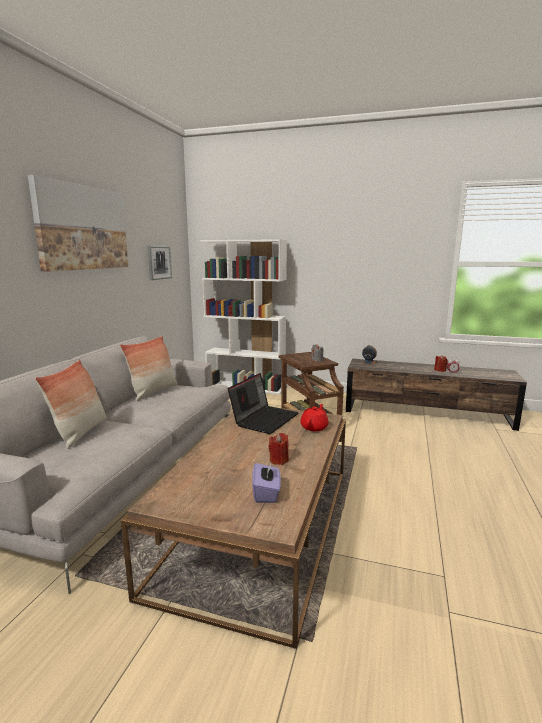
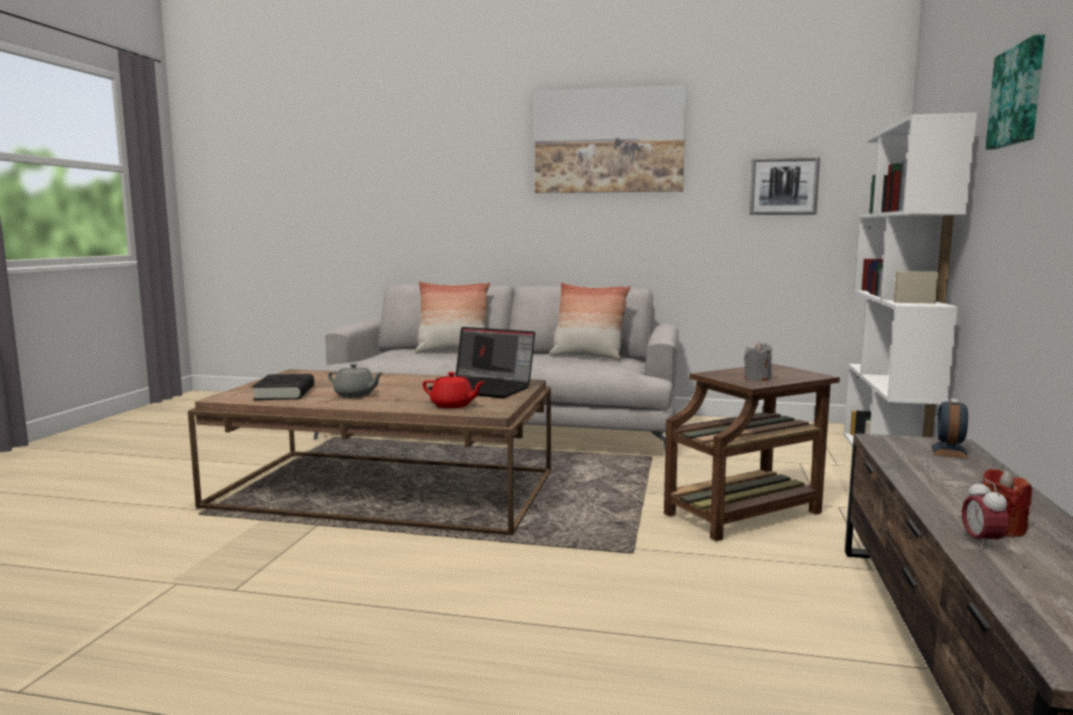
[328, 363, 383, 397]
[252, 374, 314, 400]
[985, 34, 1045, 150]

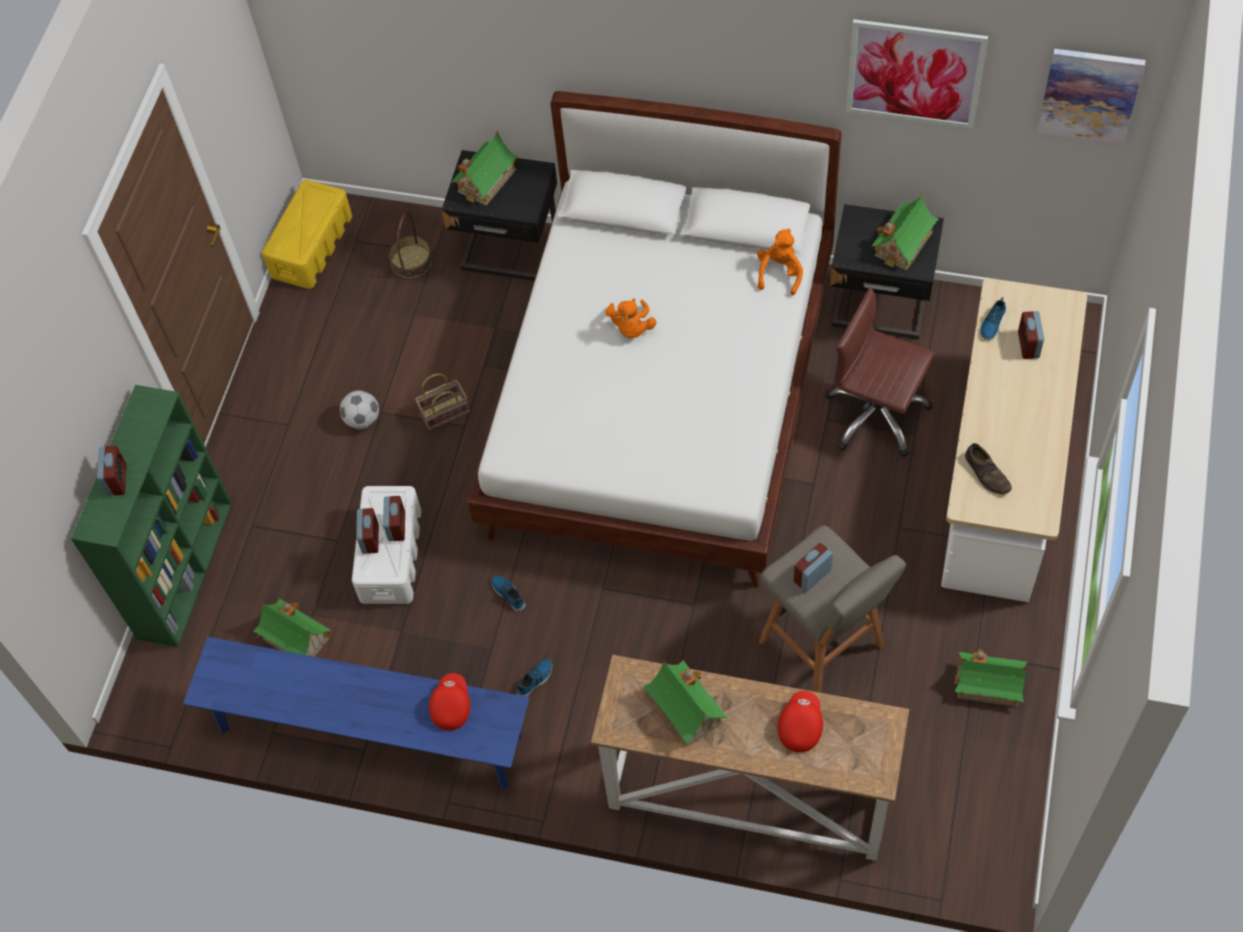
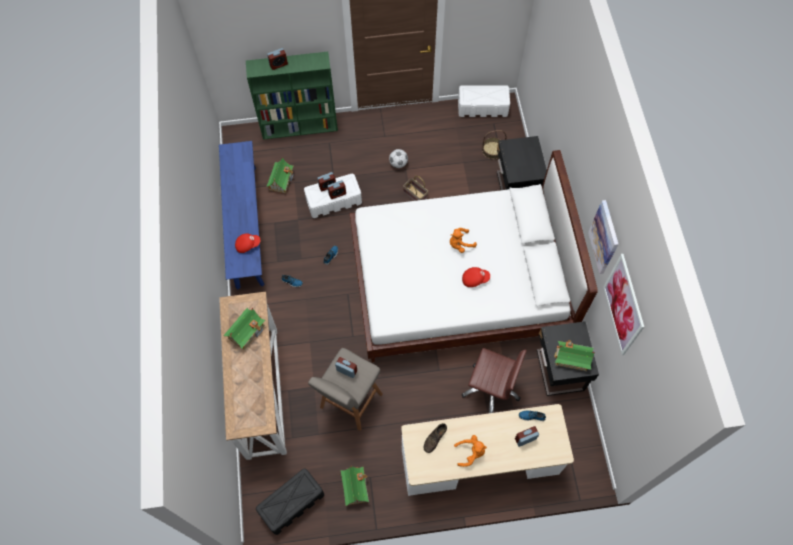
[588, 200, 619, 274]
[451, 131, 518, 206] (first image)
[458, 85, 510, 117]
[454, 435, 487, 467]
[462, 348, 527, 413]
[462, 267, 490, 287]
[256, 469, 324, 535]

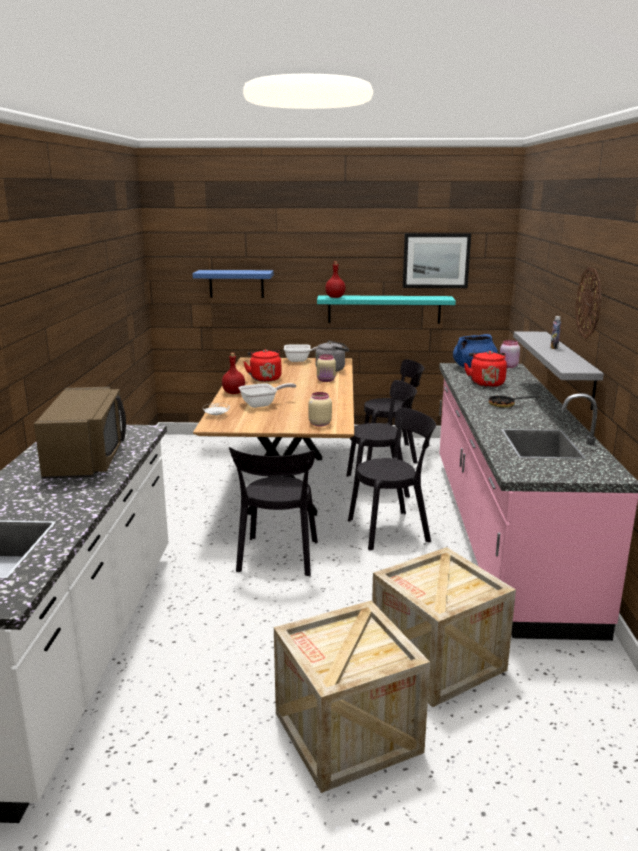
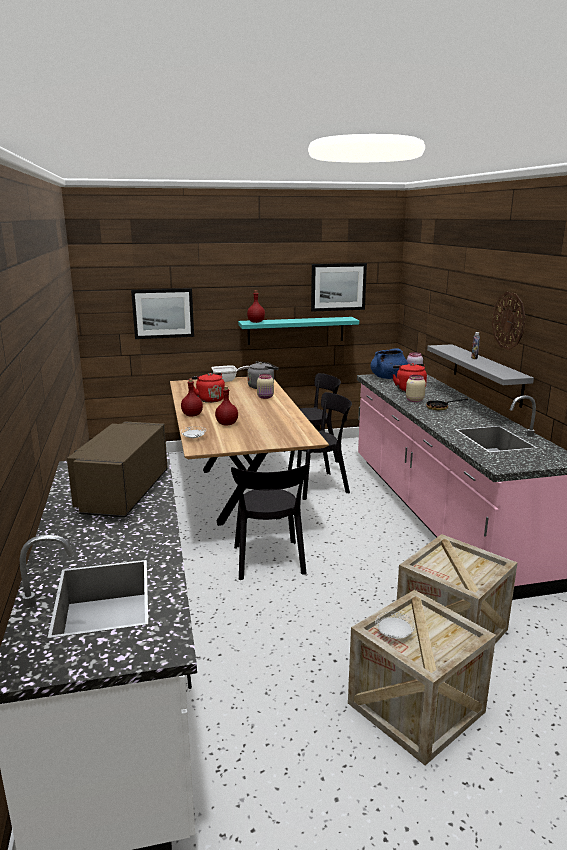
[131, 288, 194, 339]
[215, 386, 238, 426]
[67, 422, 168, 518]
[406, 375, 426, 402]
[348, 408, 436, 550] (first image)
[375, 612, 415, 639]

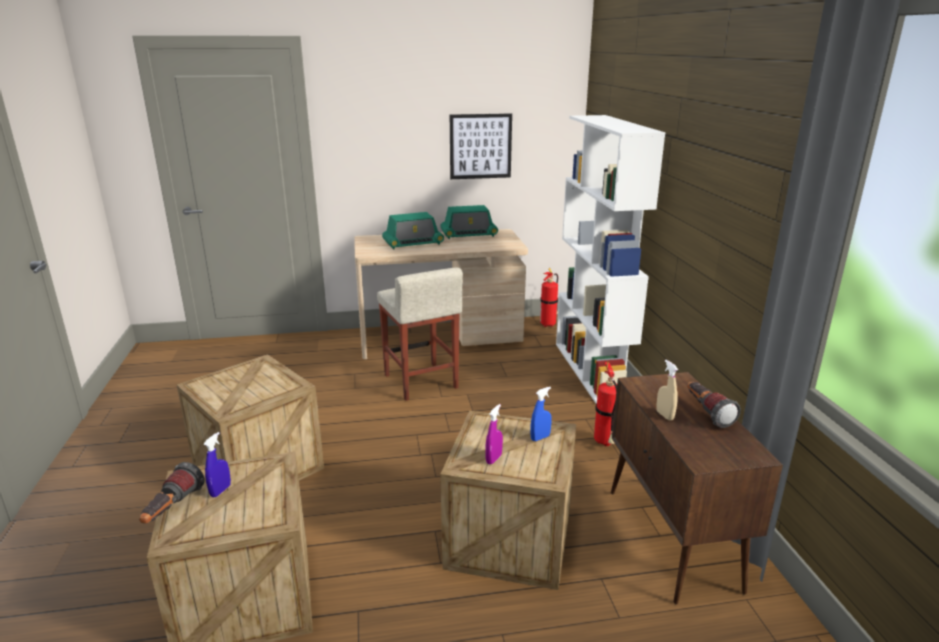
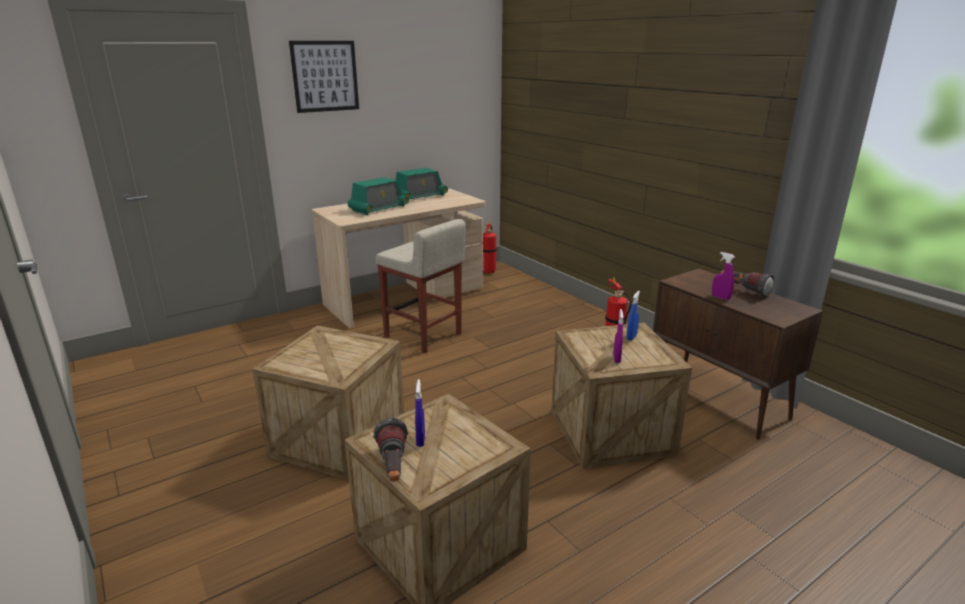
[289, 41, 359, 113]
[556, 115, 665, 404] (first image)
[712, 252, 734, 300]

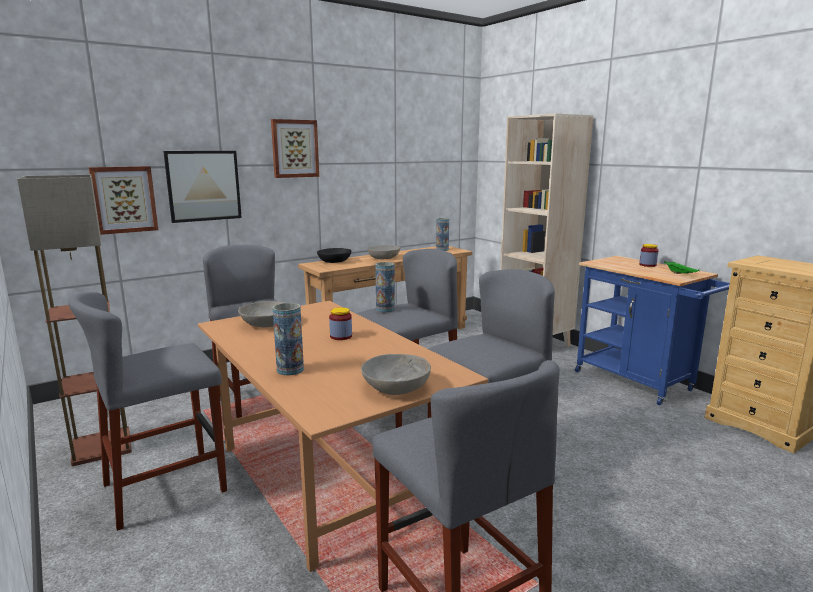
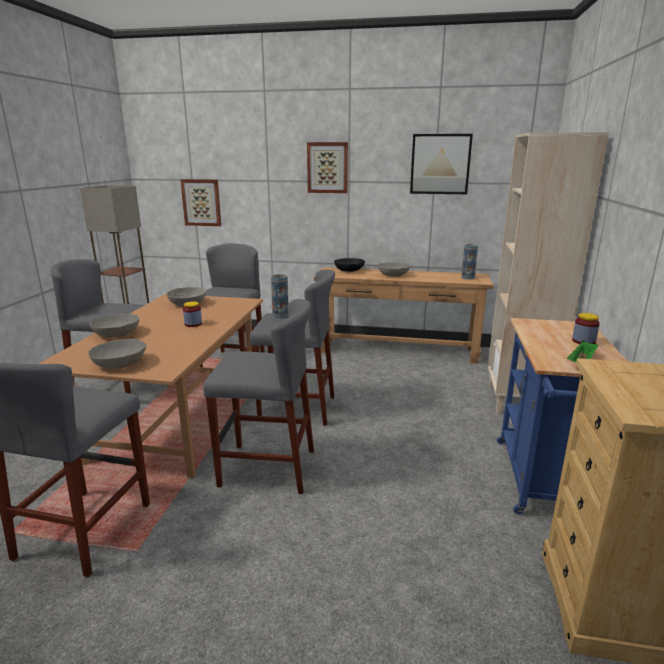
[410, 134, 473, 194]
[90, 314, 139, 337]

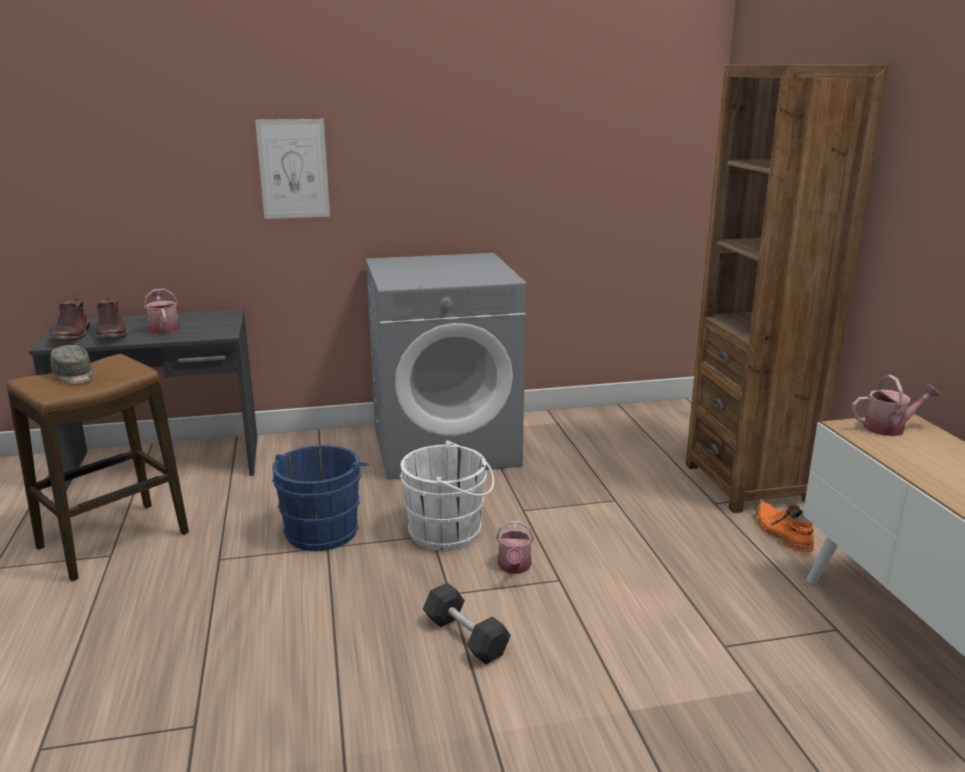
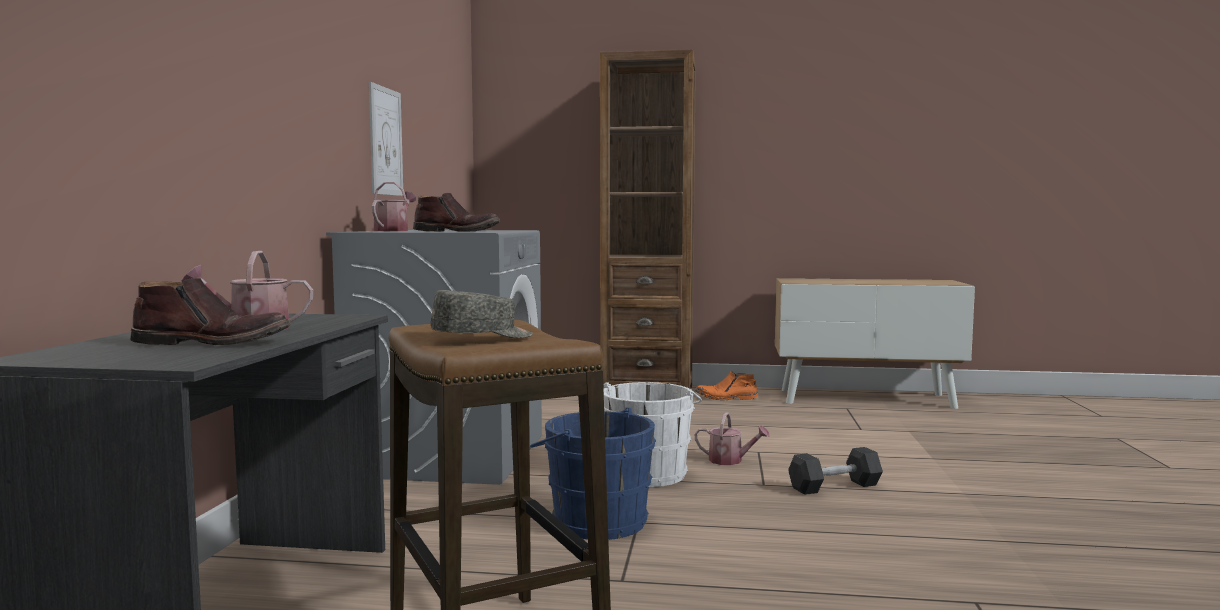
[369, 82, 403, 196]
[413, 193, 500, 232]
[372, 182, 416, 231]

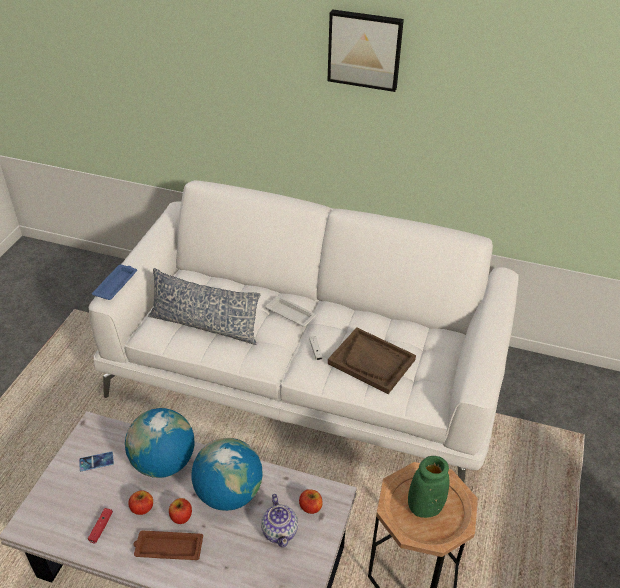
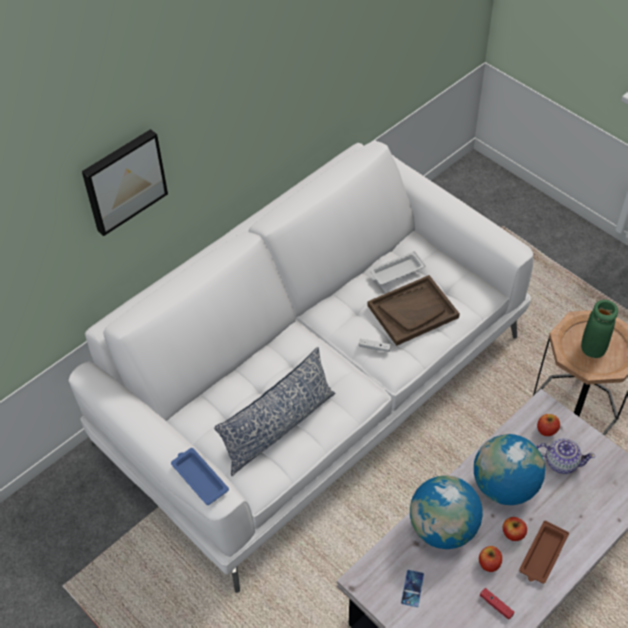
[82, 129, 168, 236]
[370, 251, 426, 285]

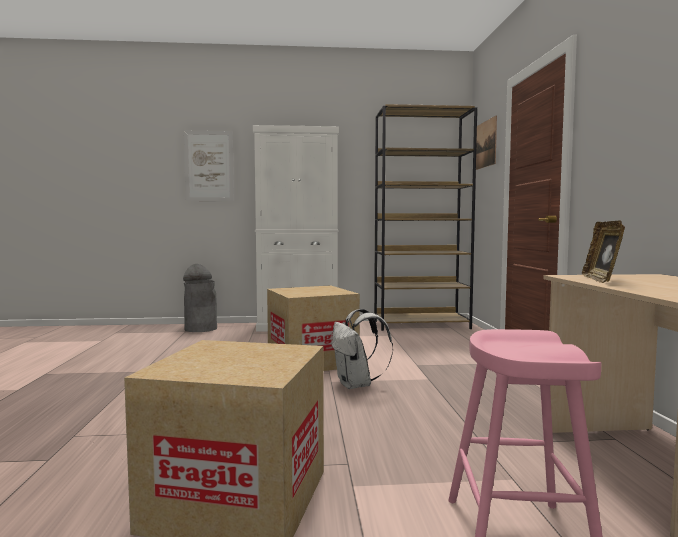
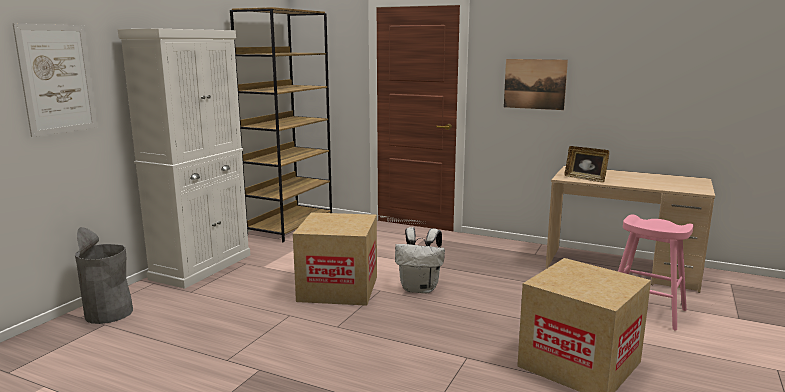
[504, 59, 568, 110]

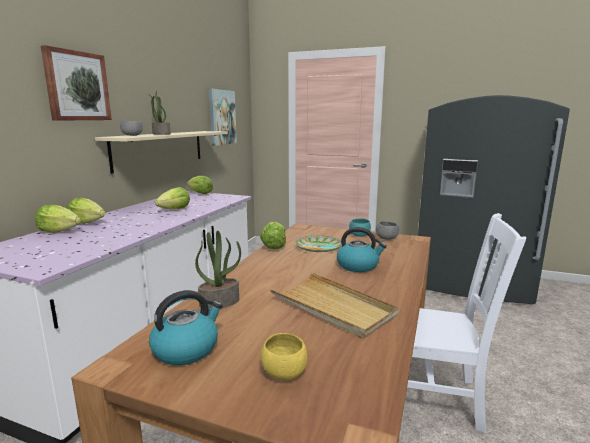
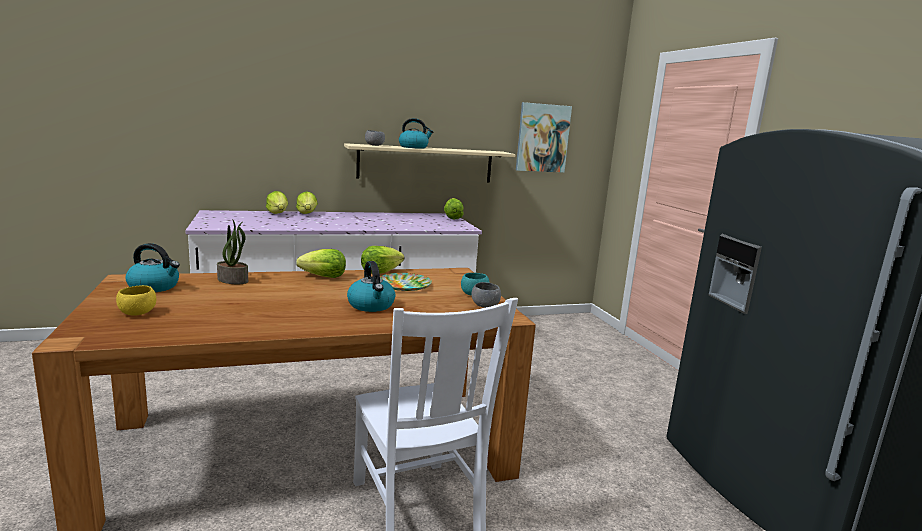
[41, 45, 112, 121] (first image)
[399, 118, 433, 149]
[296, 249, 346, 278]
[270, 272, 399, 338] (first image)

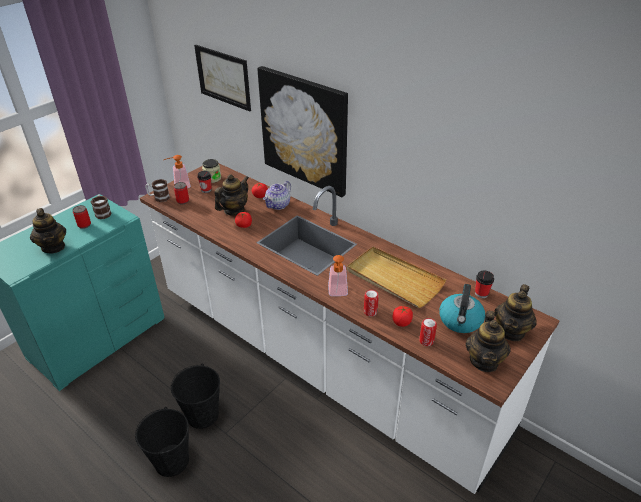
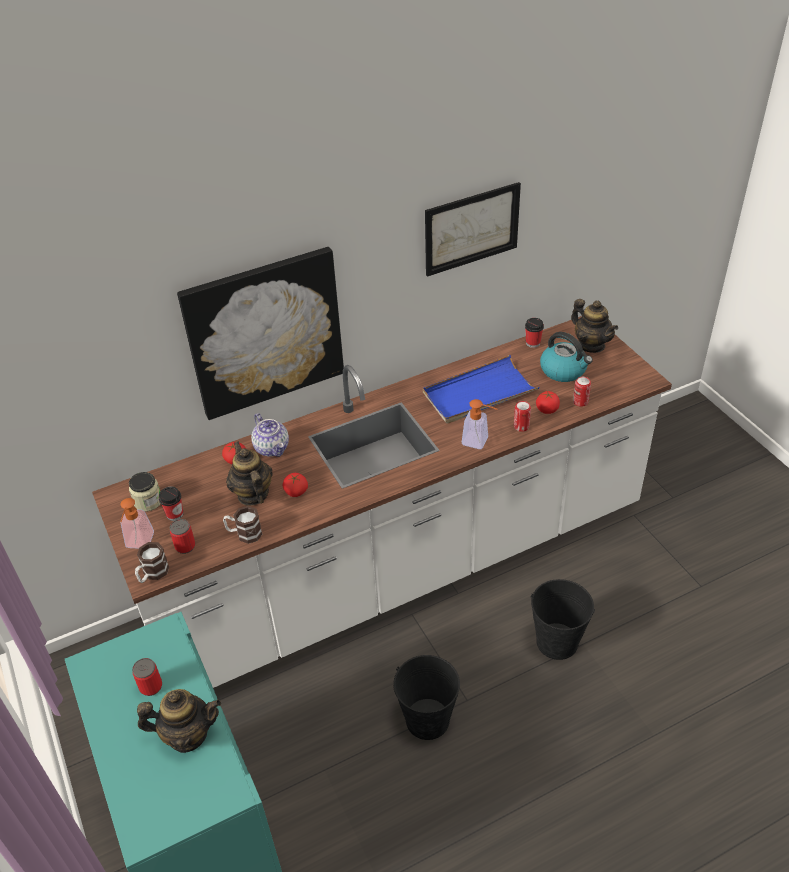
[425, 182, 521, 277]
[223, 506, 262, 544]
[423, 355, 540, 424]
[465, 311, 511, 372] (first image)
[531, 579, 595, 660]

